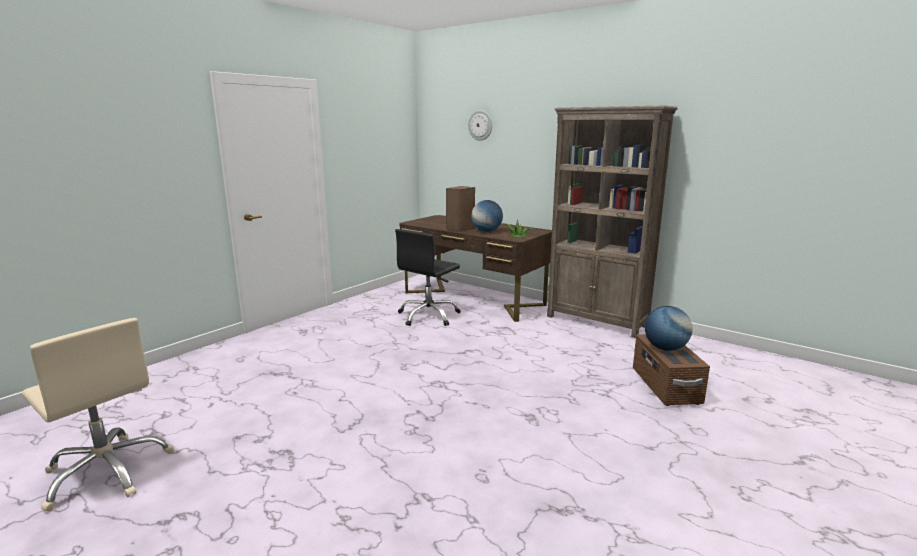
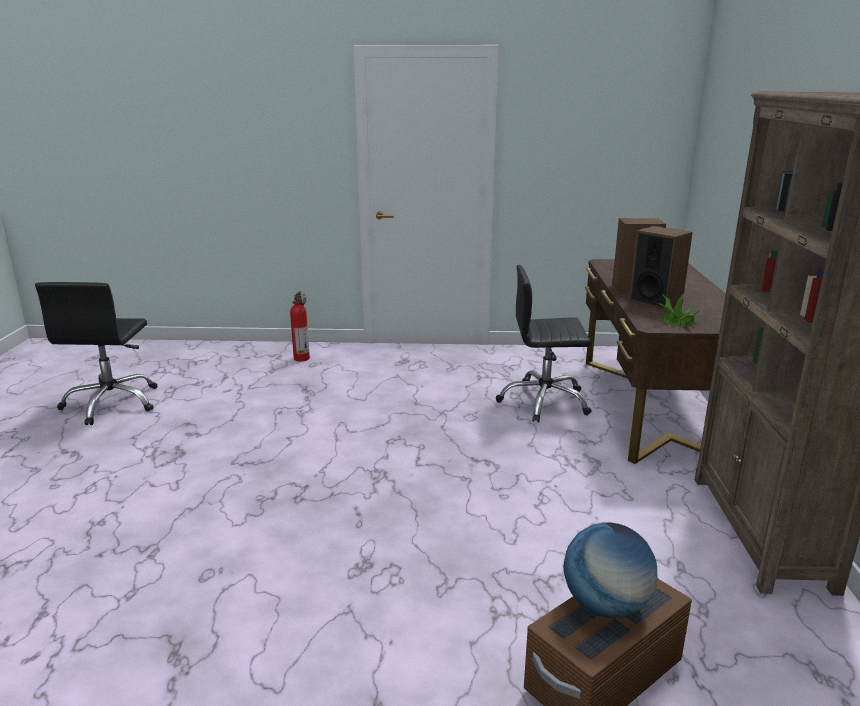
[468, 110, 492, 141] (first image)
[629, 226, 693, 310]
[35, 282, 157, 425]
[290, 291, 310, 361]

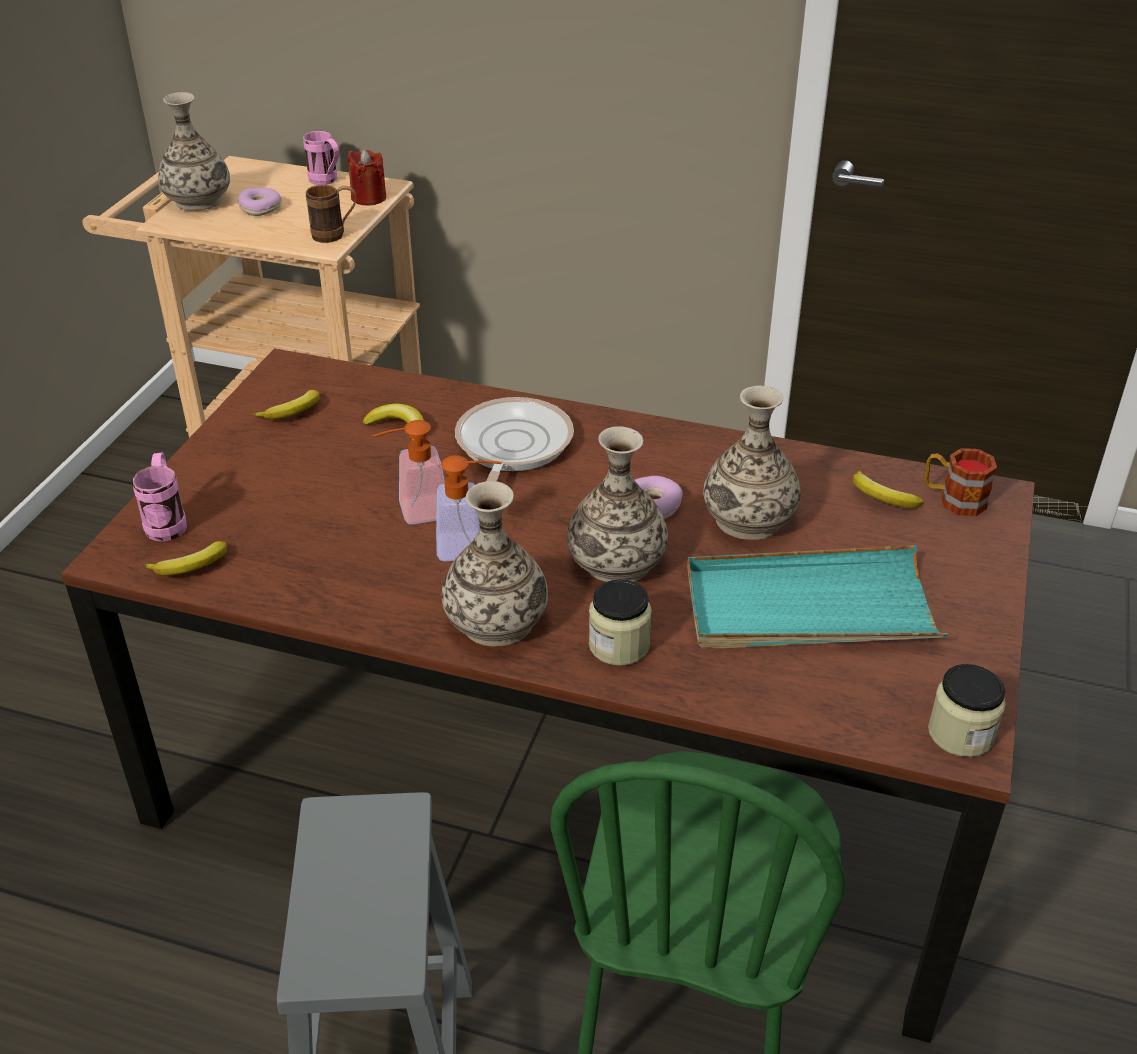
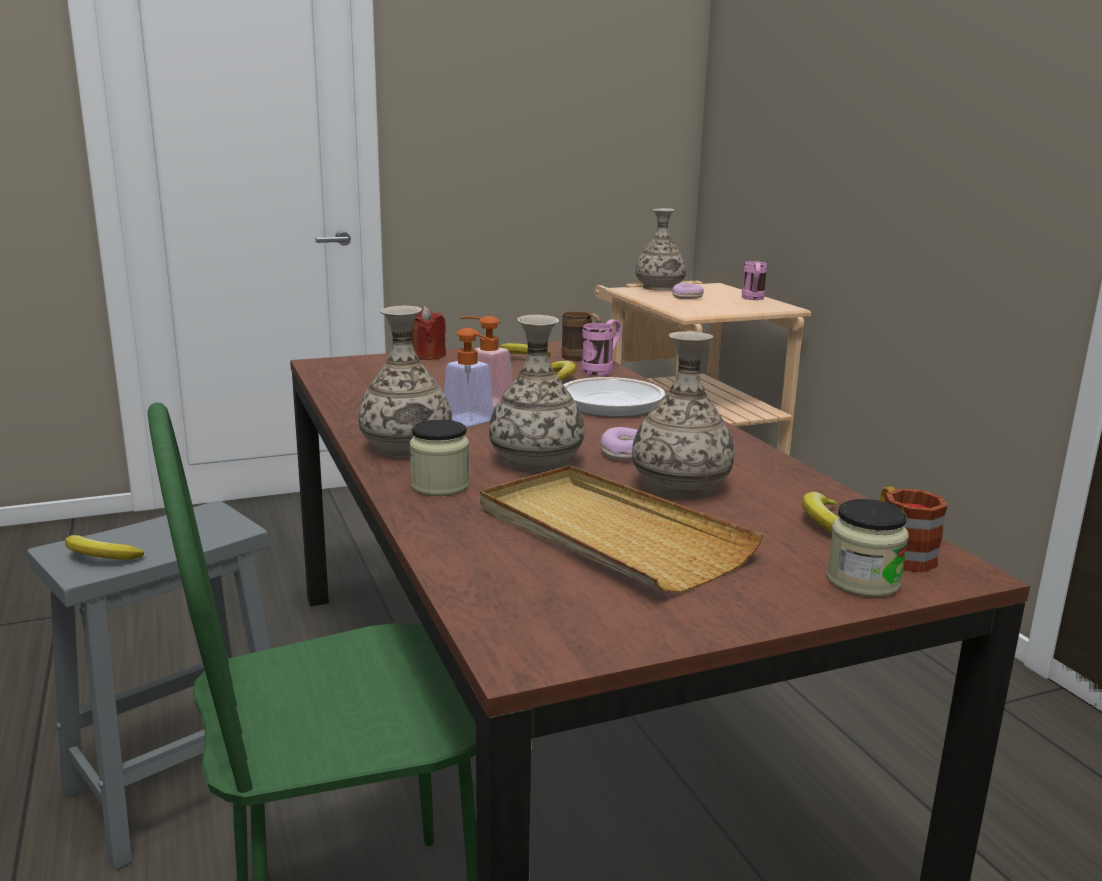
[412, 306, 446, 360]
[562, 311, 602, 361]
[582, 319, 621, 376]
[65, 535, 144, 560]
[480, 465, 763, 593]
[826, 499, 908, 597]

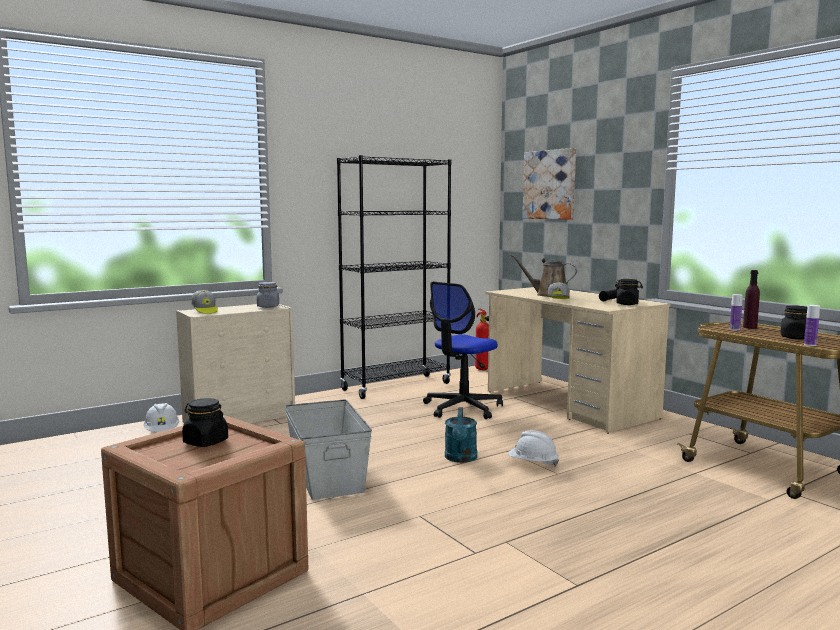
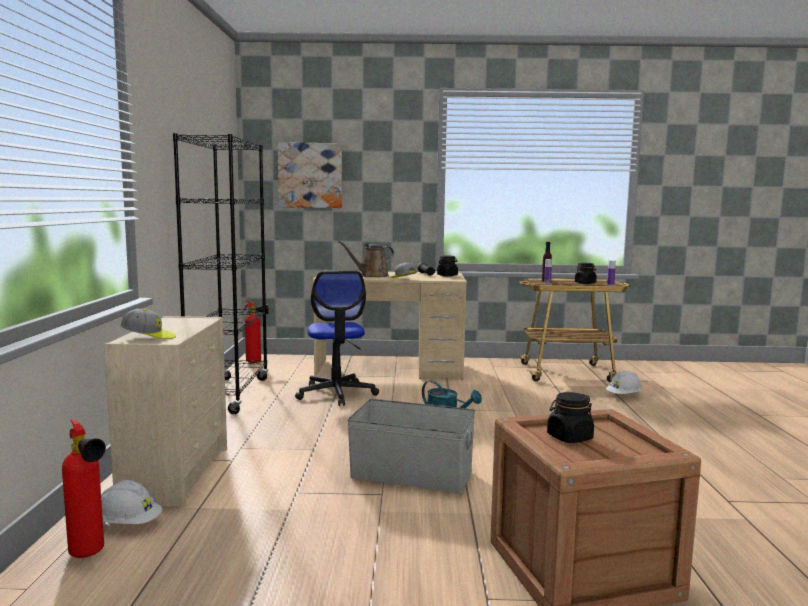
[257, 282, 279, 308] (first image)
[606, 370, 642, 394]
[62, 419, 106, 558]

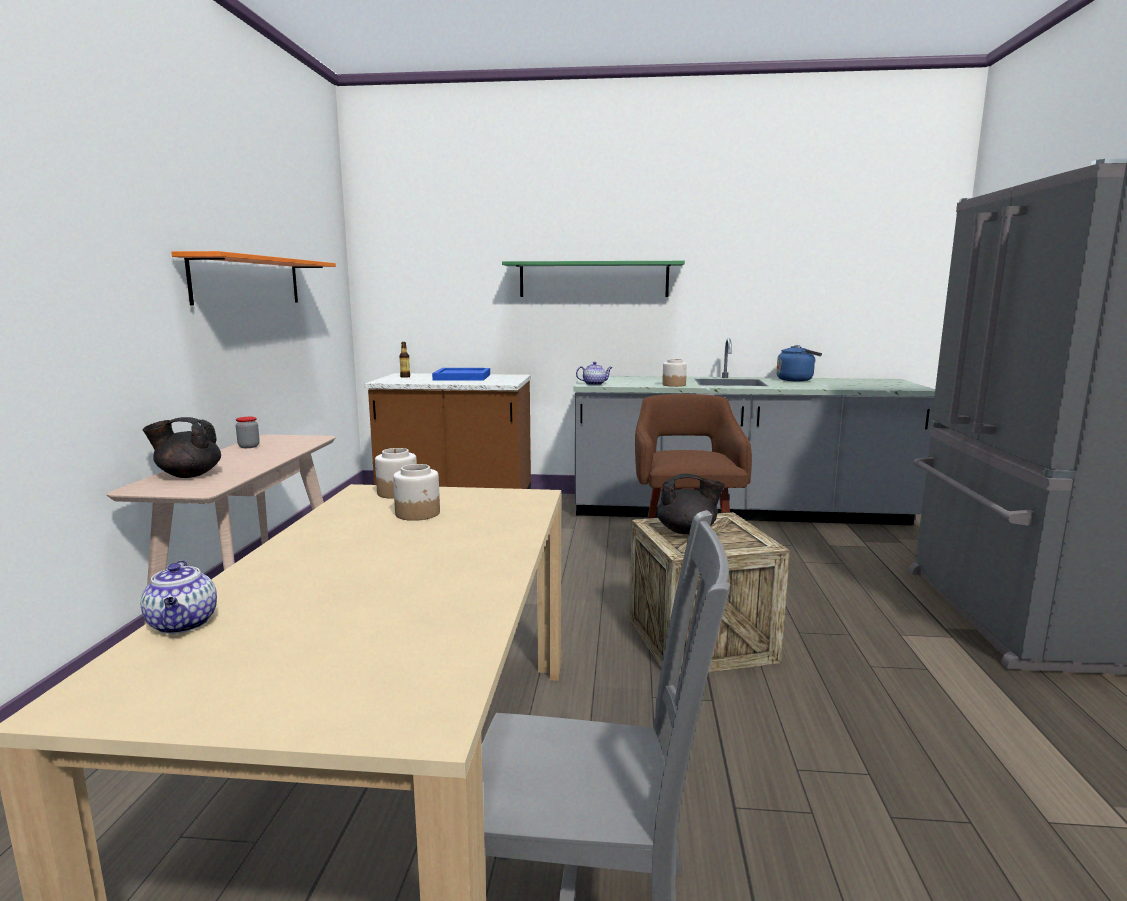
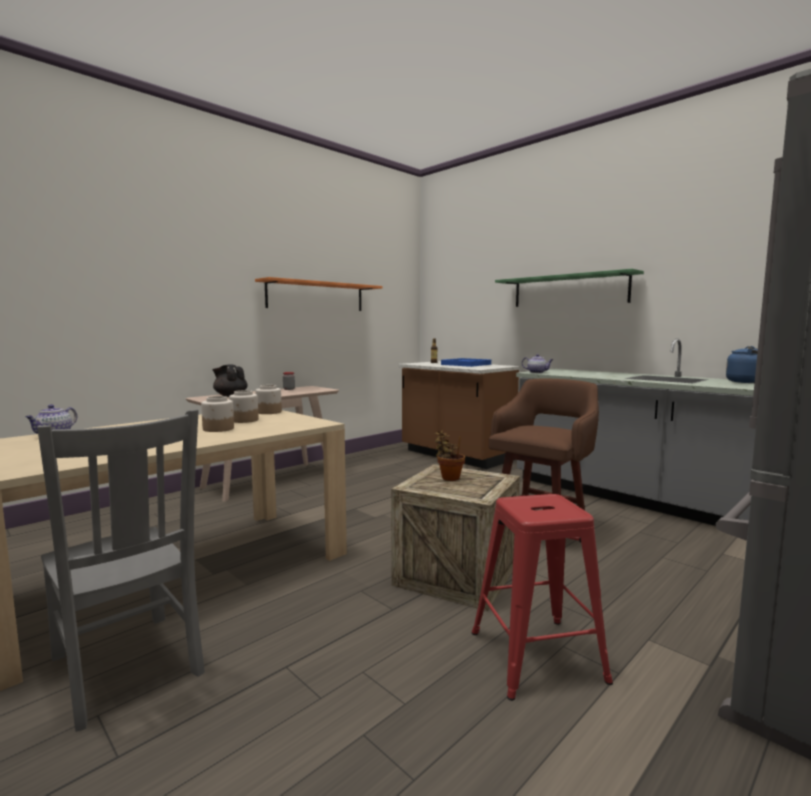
[201, 396, 234, 432]
[434, 430, 465, 481]
[472, 494, 613, 701]

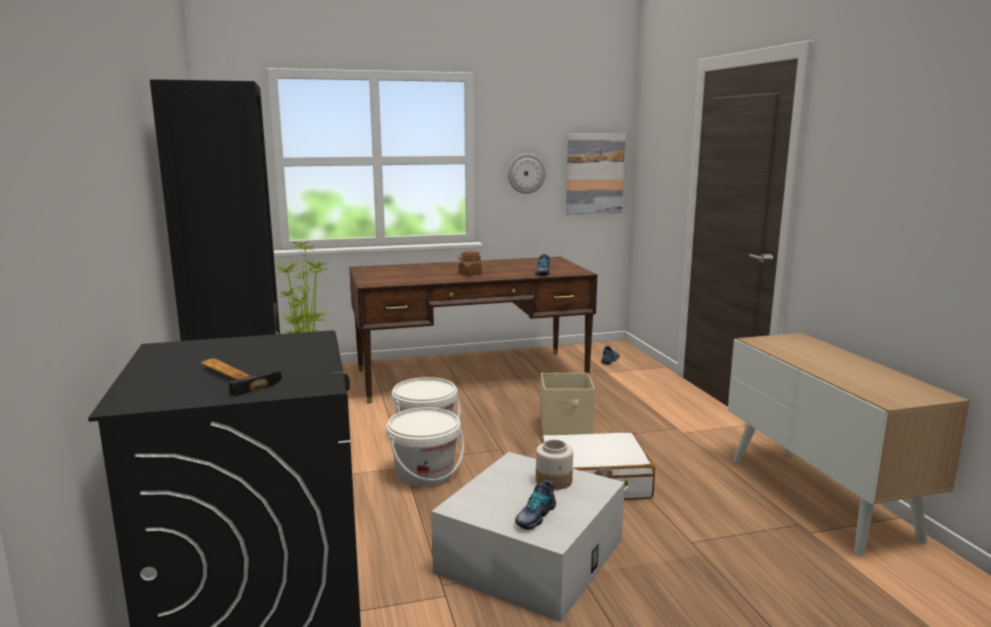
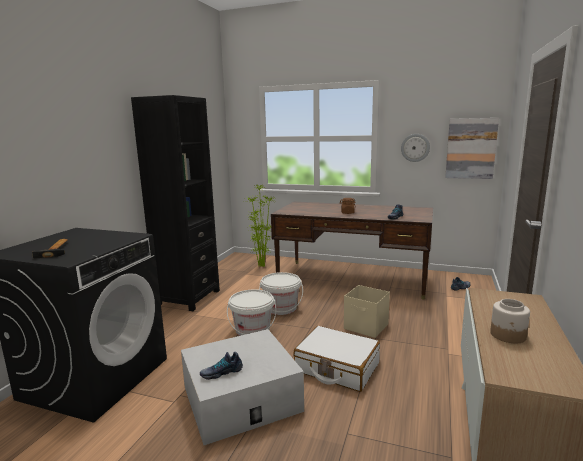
[490, 299, 530, 343]

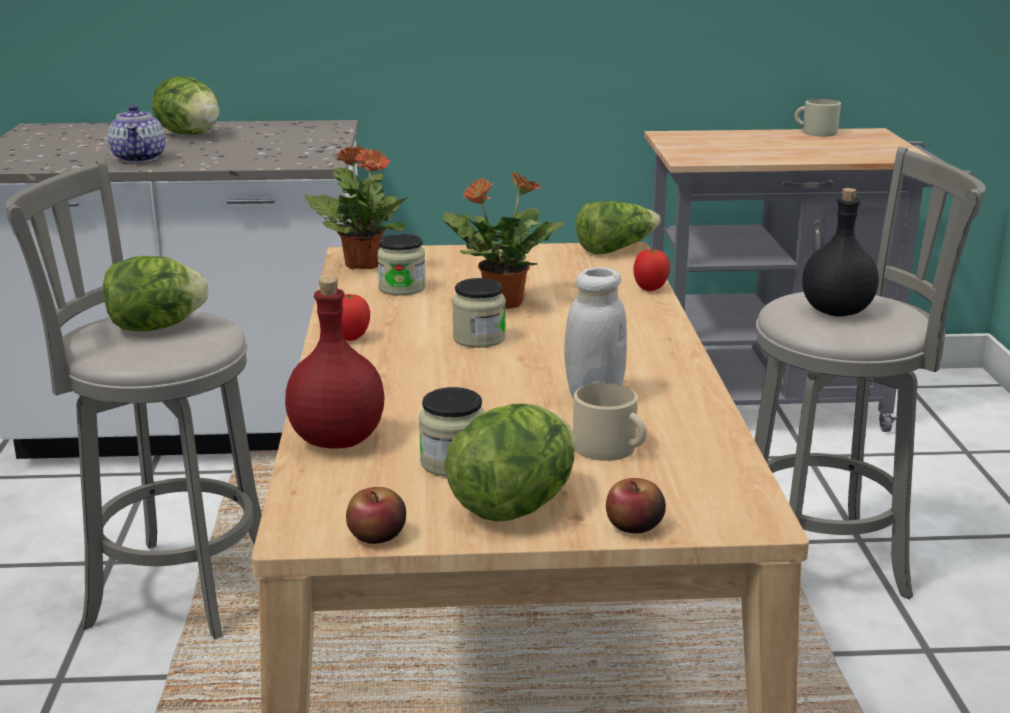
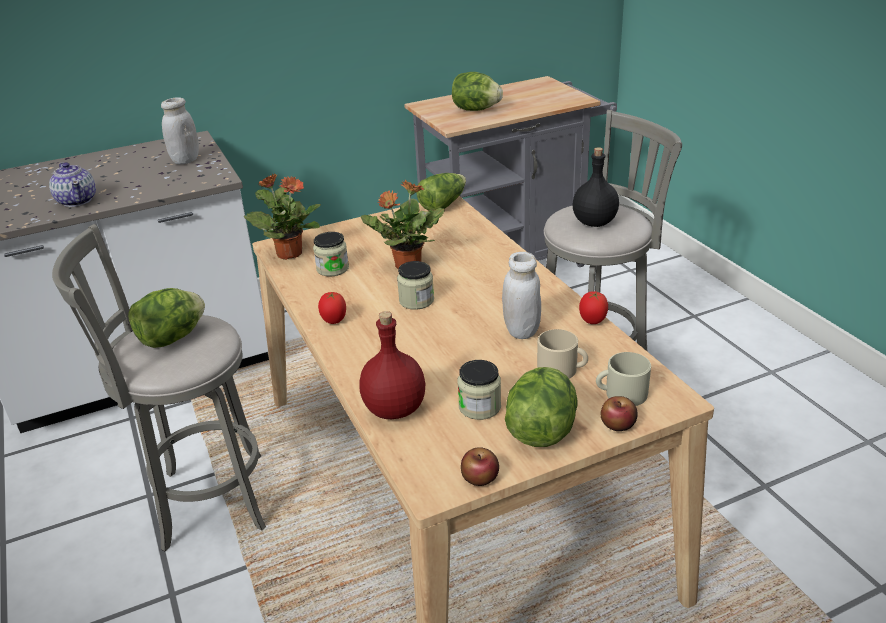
[452, 72, 503, 111]
[596, 352, 651, 406]
[579, 291, 608, 324]
[161, 97, 199, 165]

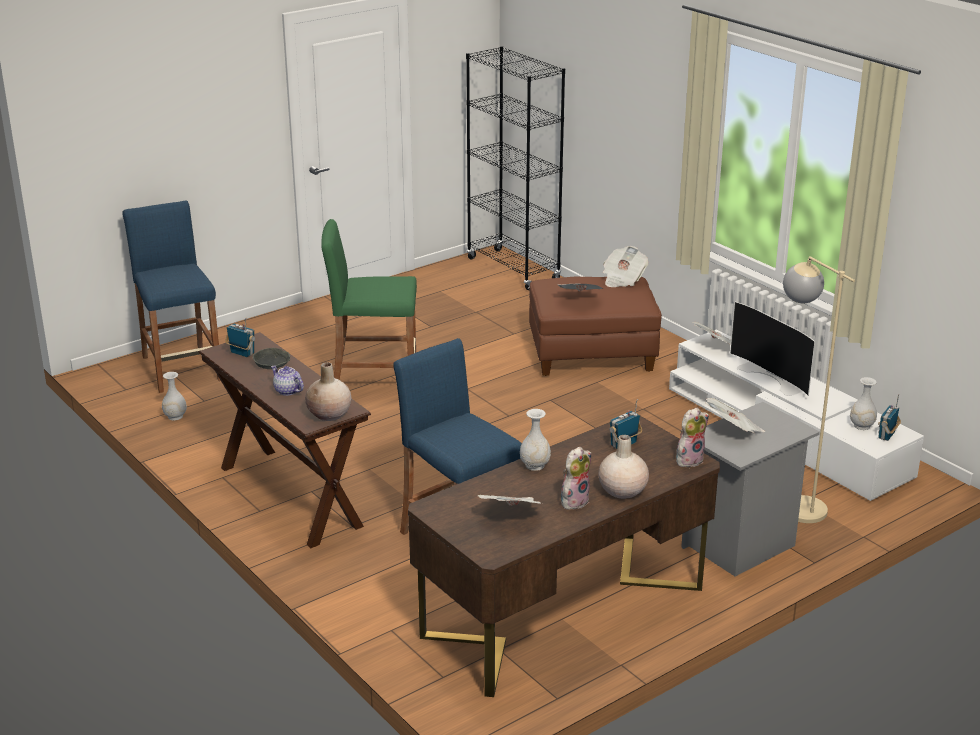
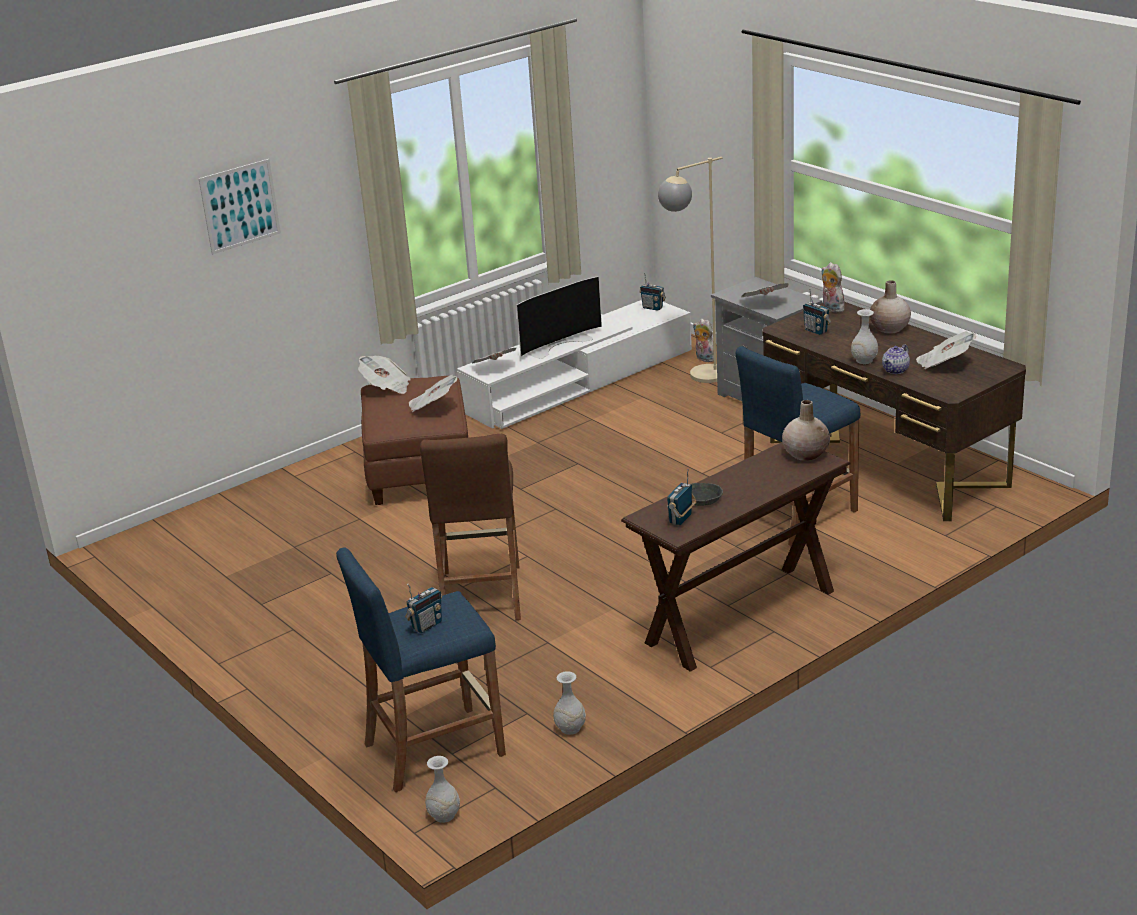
[466, 46, 565, 290] (first image)
[420, 434, 521, 620]
[882, 344, 910, 374]
[425, 756, 460, 823]
[693, 319, 714, 362]
[198, 159, 281, 255]
[405, 584, 442, 633]

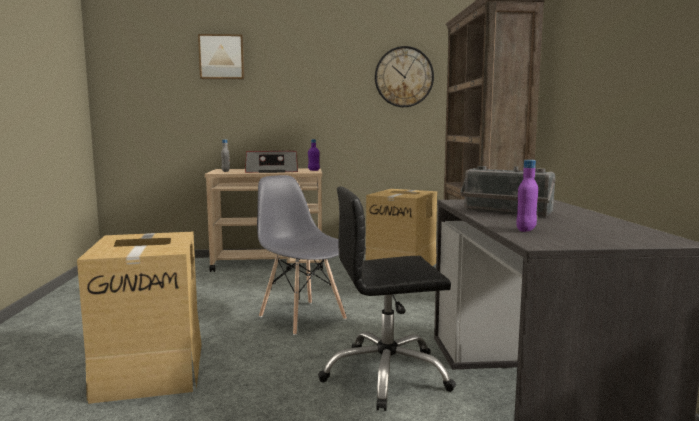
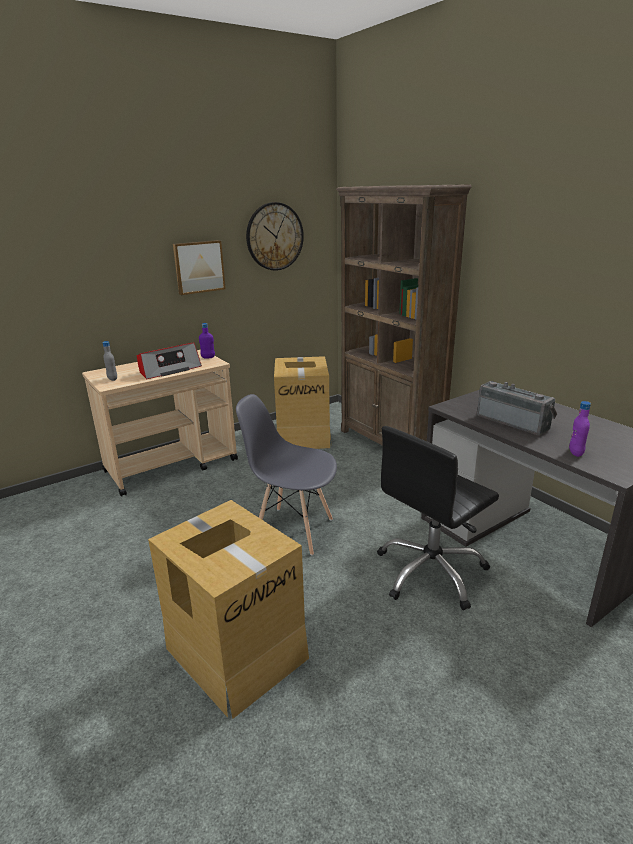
[173, 240, 226, 295]
[477, 381, 557, 435]

